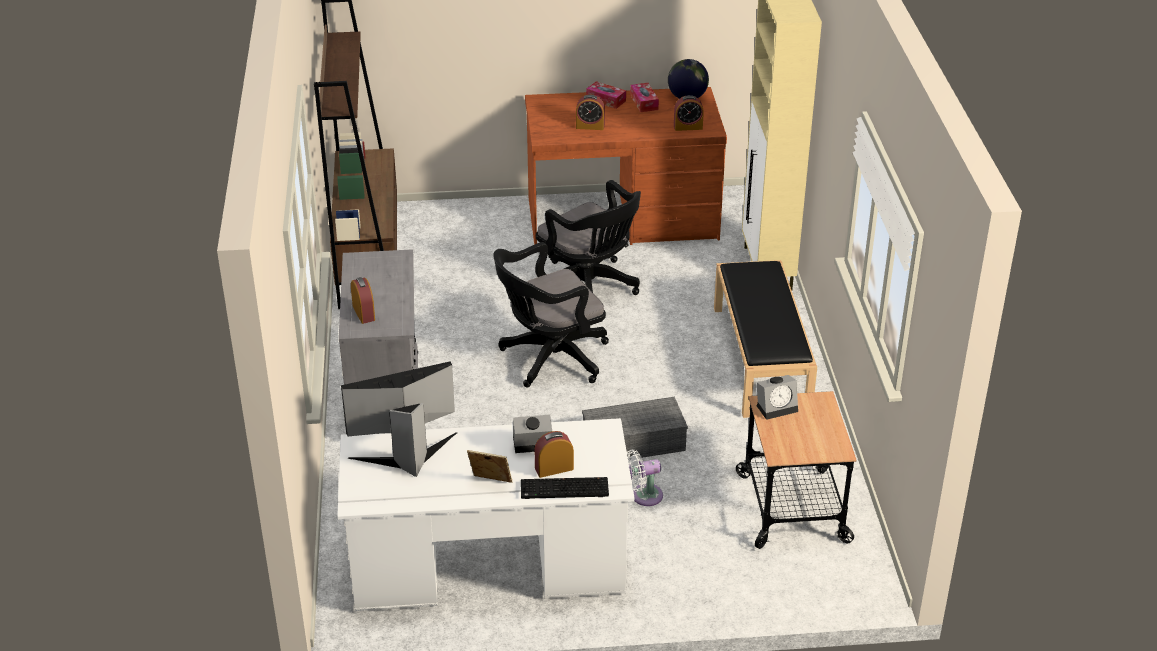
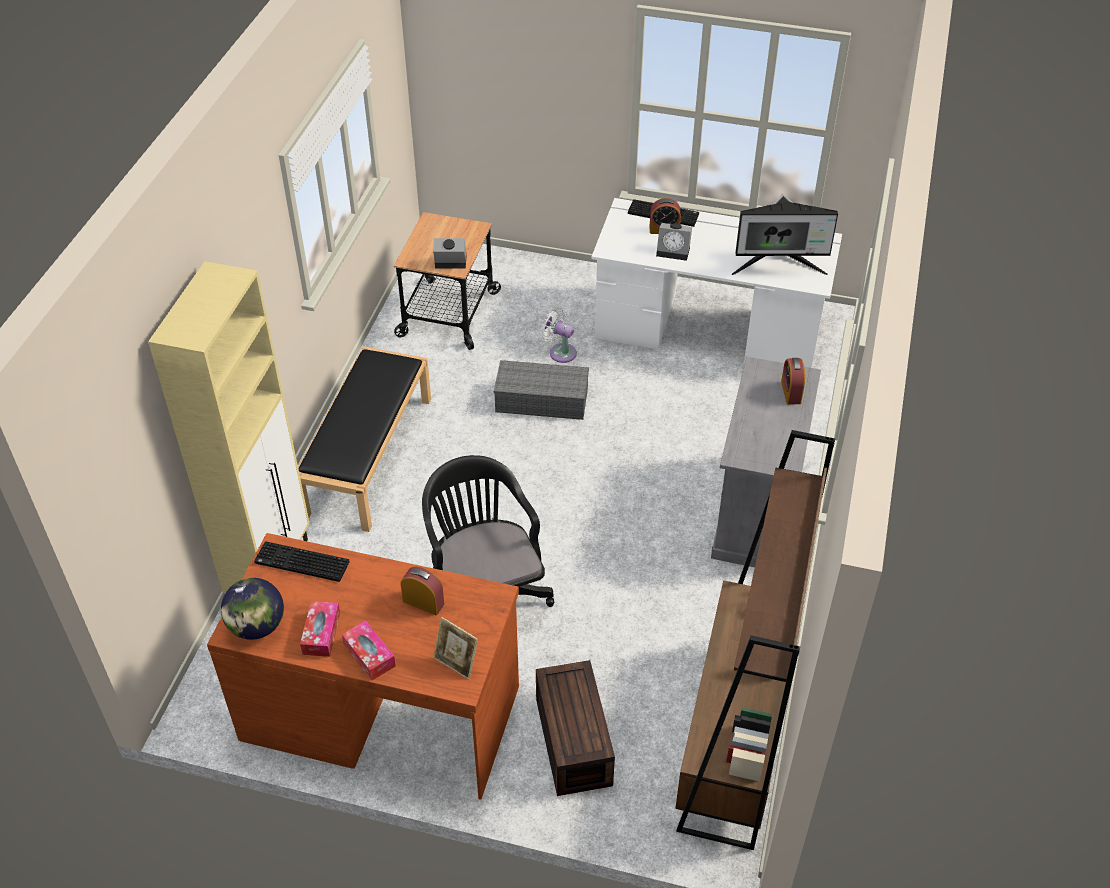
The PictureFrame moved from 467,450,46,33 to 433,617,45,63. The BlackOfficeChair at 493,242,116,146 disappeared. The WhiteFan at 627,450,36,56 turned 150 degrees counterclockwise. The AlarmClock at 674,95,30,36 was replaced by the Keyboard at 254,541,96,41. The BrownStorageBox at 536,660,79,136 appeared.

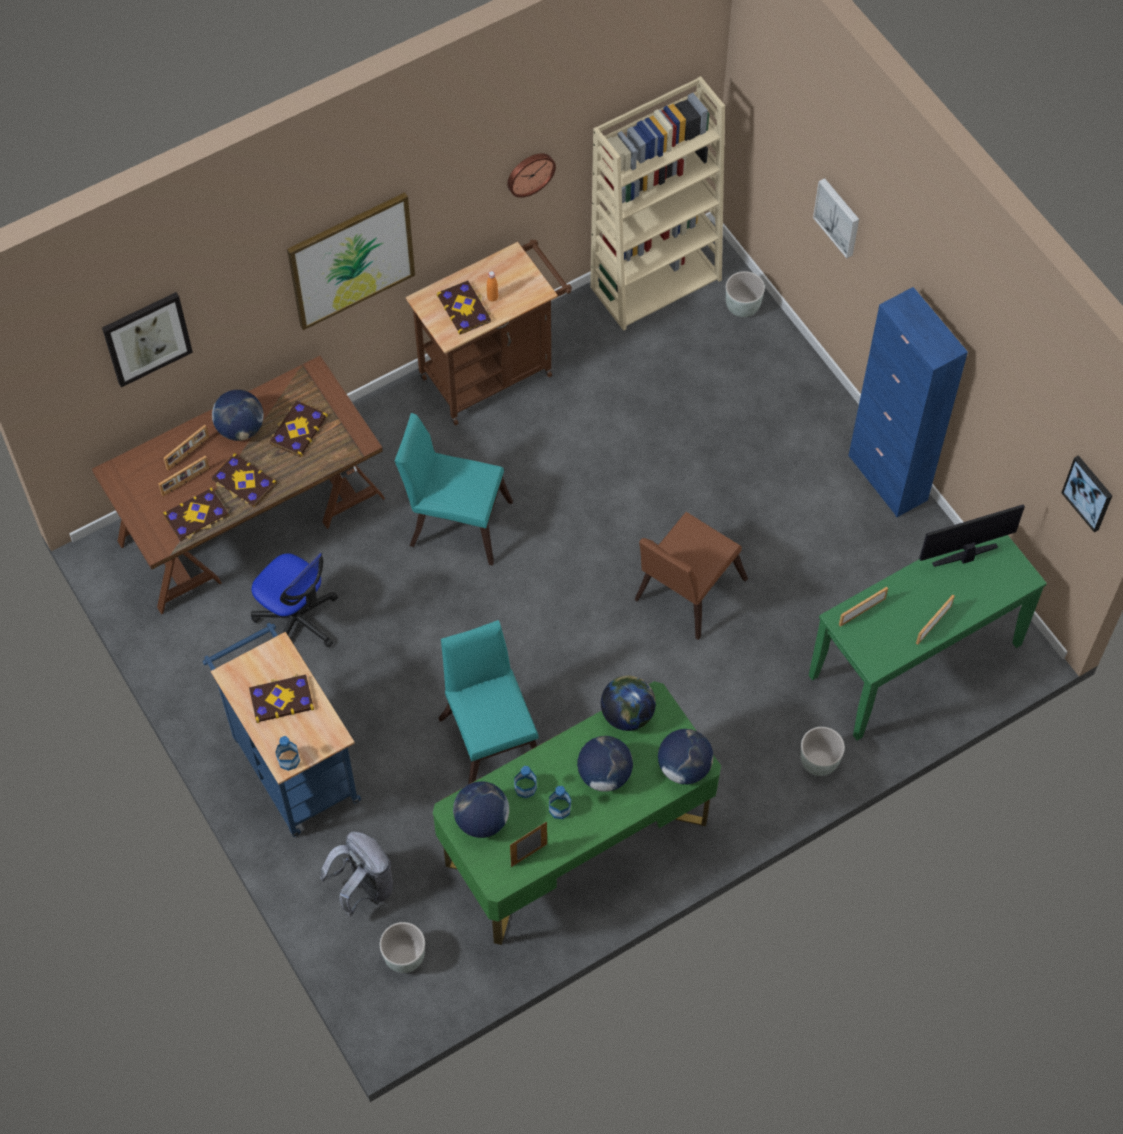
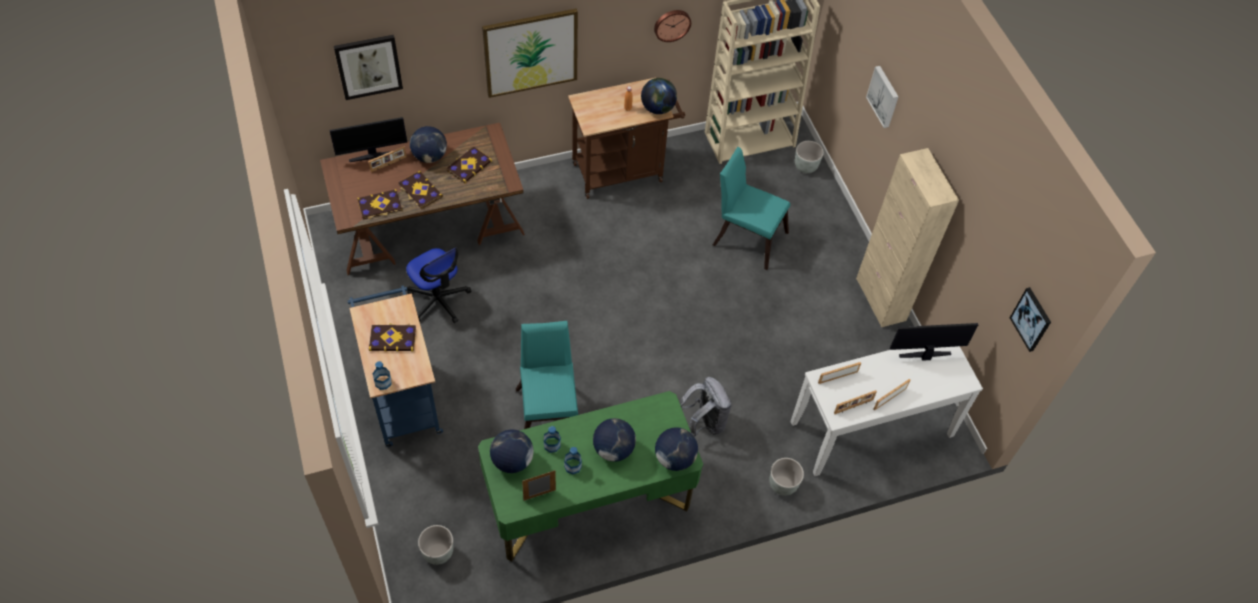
The PictureFrame moved from 158,456,51,40 to 834,390,43,24. The GreyBackpack moved from 320,832,73,85 to 680,377,52,60. The TurquoiseChair moved from 395,413,118,153 to 713,147,78,123. The Book at 437,280,54,55 disappeared. The Globe moved from 601,676,55,55 to 641,78,36,36. The BrownChair at 634,512,114,128 disappeared. The GreenConsoleTable at 809,535,238,206 became the WhiteConsoleTable at 790,346,193,130. The BlueCabinet at 848,287,120,230 became the BeigeCabinet at 856,148,103,179. The Monitor at 329,117,78,45 appeared.

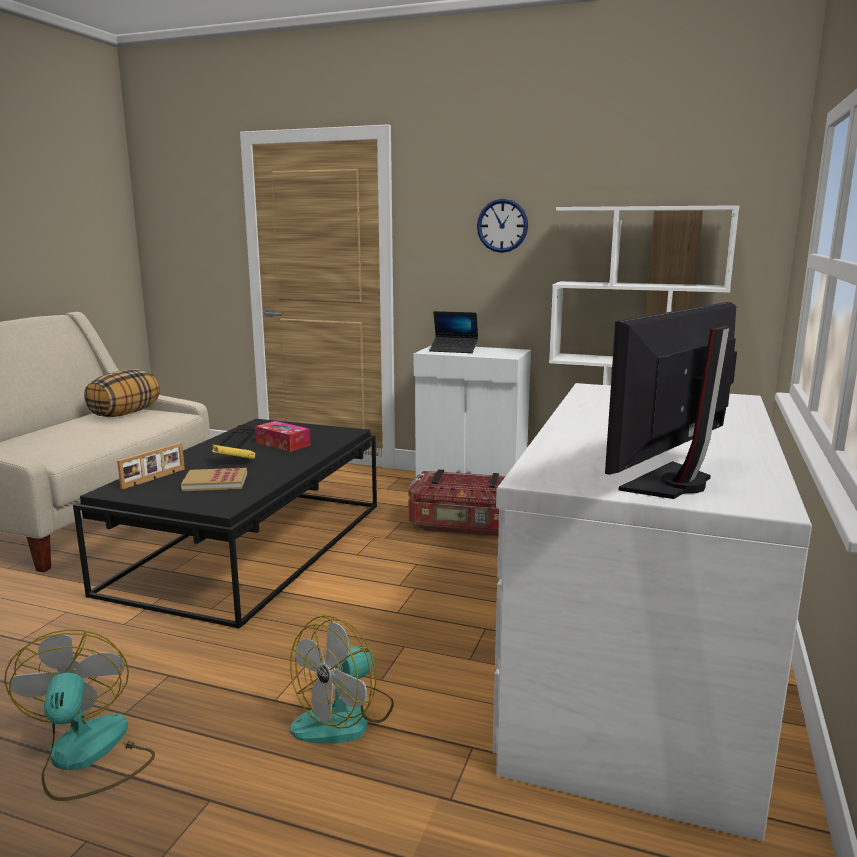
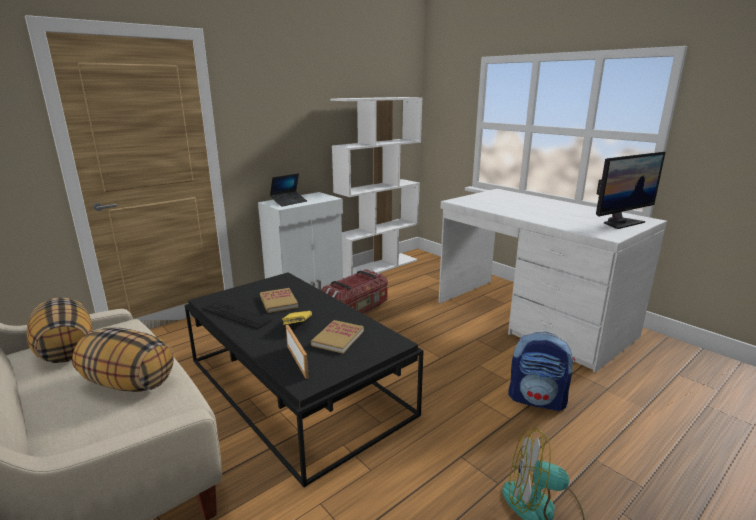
The TissueBox at 255,421,55,31 was replaced by the Book at 260,288,38,25. The Fan at 290,615,104,129 was replaced by the Backpack at 508,332,67,79. The WallClock at 477,199,51,54 disappeared. The Monitor at 605,302,132,197 turned 105 degrees counterclockwise. The Pillow at 72,327,102,65 appeared.

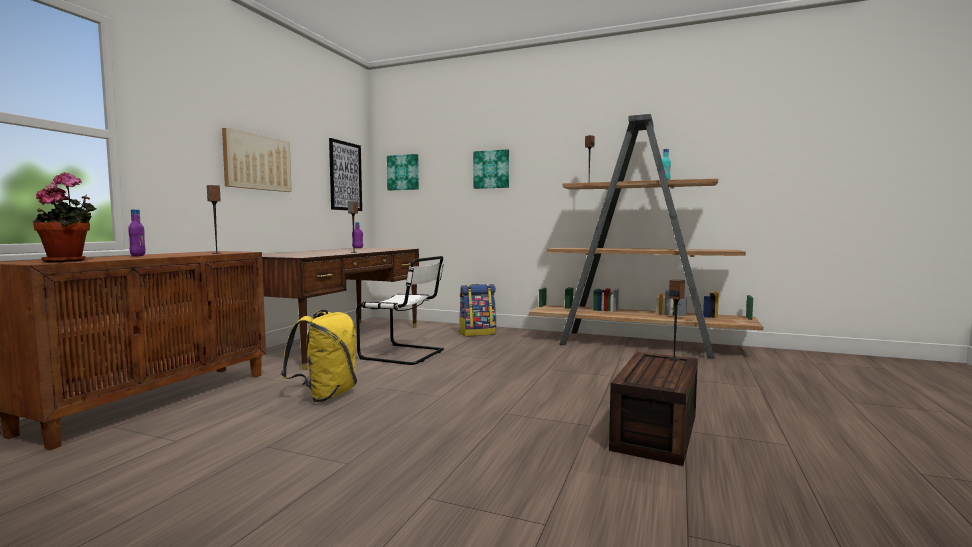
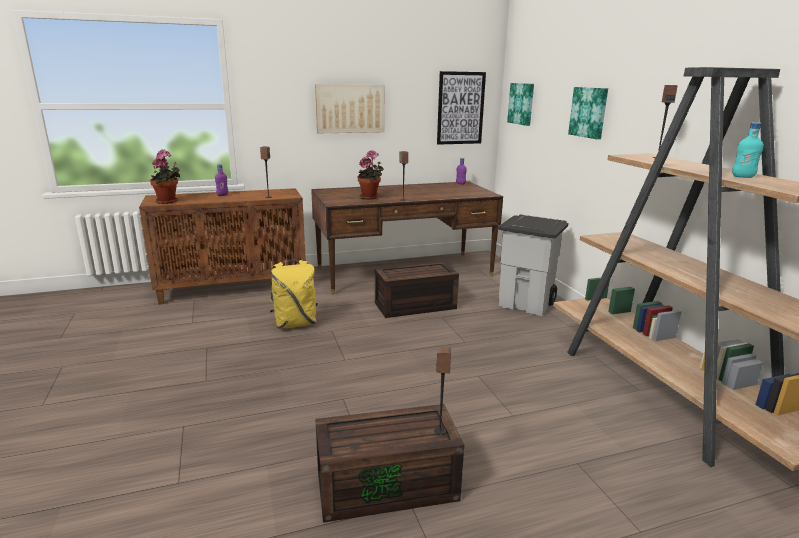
The WhiteChair at 356,256,88,109 was replaced by the BrownStorageBox at 375,262,84,56. The Backpack at 459,284,37,52 was replaced by the GreyTrashCan at 498,214,71,102. The PottedPlant at 358,150,26,50 appeared.

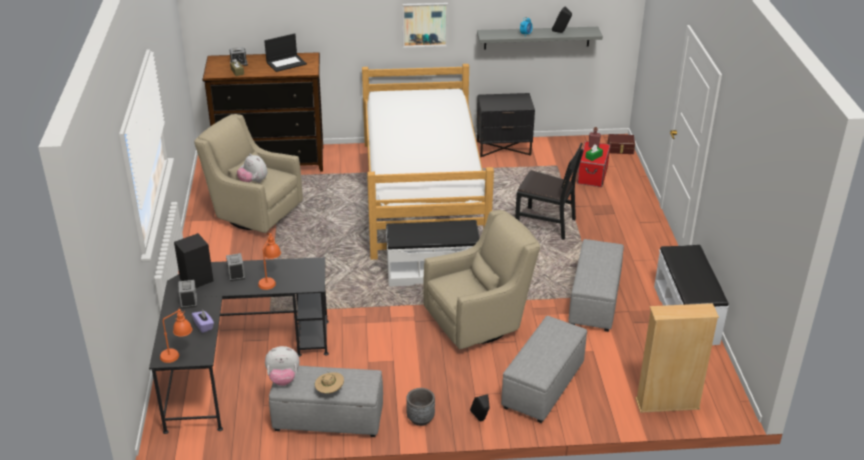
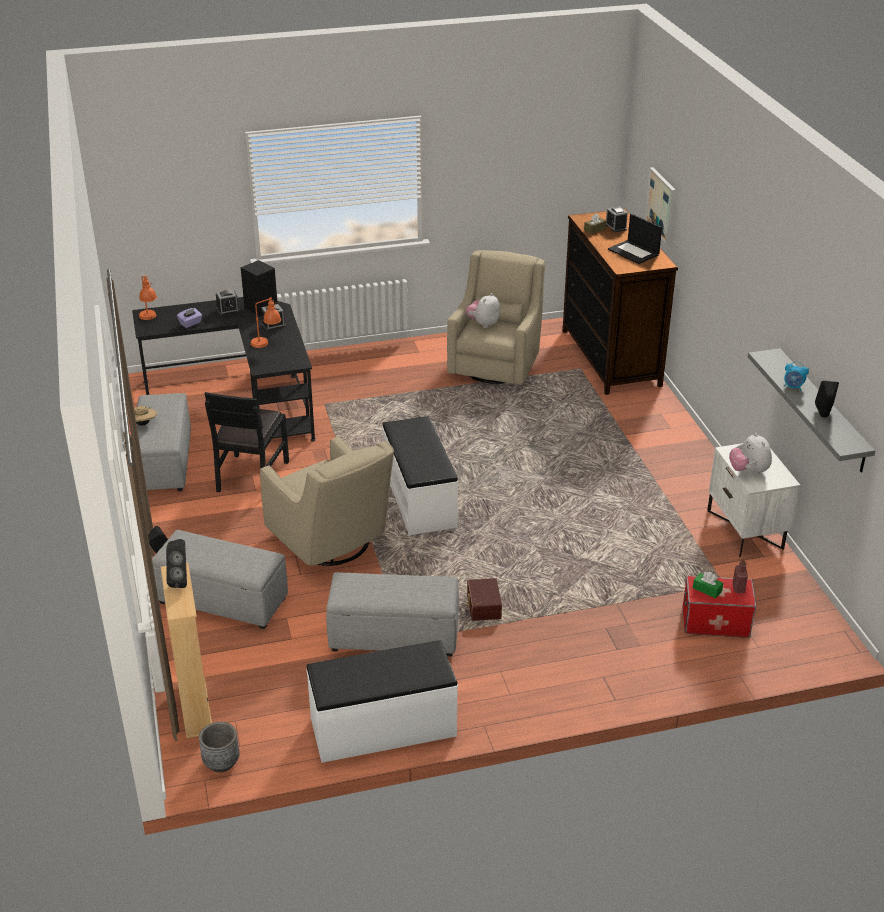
The PlushToy moved from 265,346,35,40 to 729,433,43,42. The Bed at 362,64,132,196 disappeared. The Picture moved from 402,3,46,45 to 645,167,31,77. The GreyPlanter moved from 407,388,28,38 to 199,722,41,50. The BlackNightstand at 477,93,58,64 became the WhiteNightstand at 707,443,93,114. The BlackChair moved from 515,143,68,97 to 205,392,84,100. The BrownStorageBox moved from 607,134,28,20 to 467,578,35,43. The BlackSpeaker at 166,539,21,49 appeared.

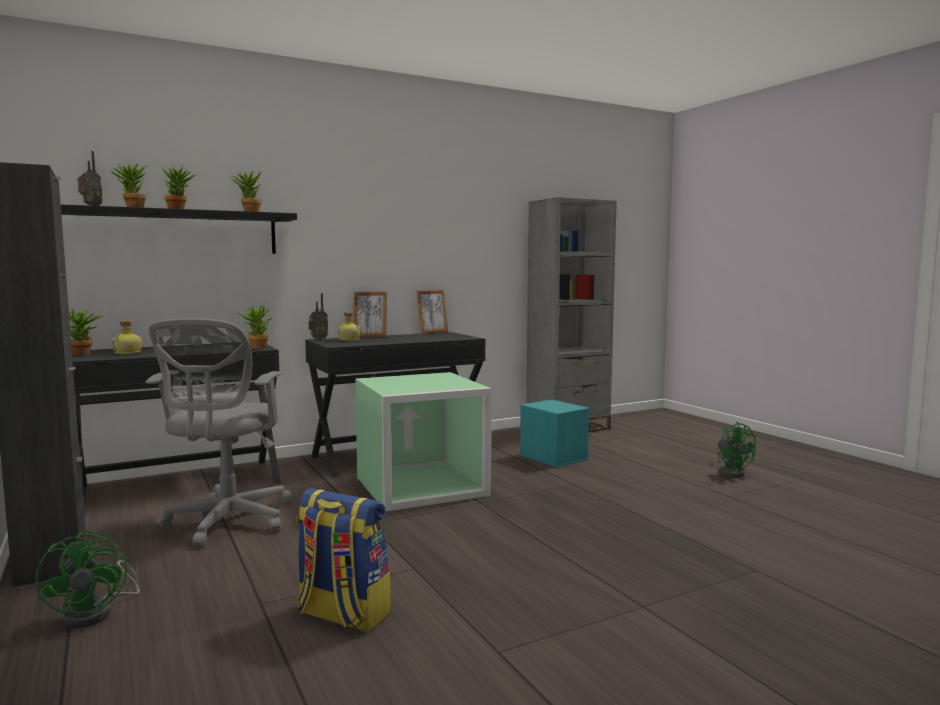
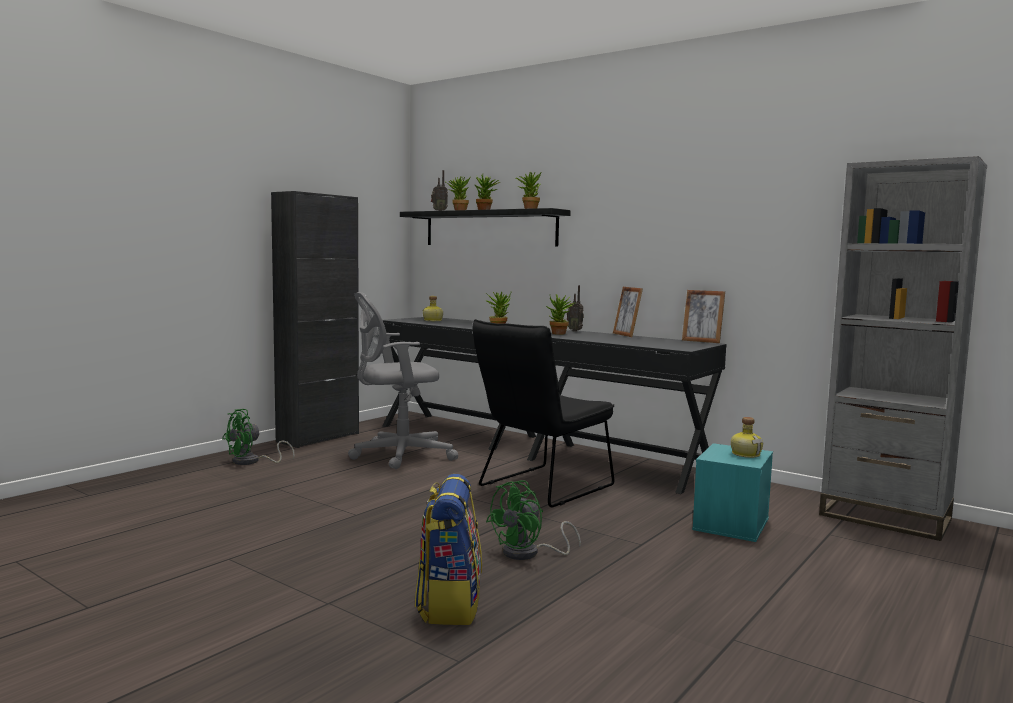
The PottedPlant moved from 69,308,33,47 to 546,295,30,40. The Backpack moved from 296,488,95,145 to 415,474,67,151. The Bottle moved from 337,312,24,28 to 731,417,32,41. The GreenStorageBox at 355,372,137,140 was replaced by the BlackChair at 472,319,143,188. The GreenFan moved from 716,422,40,56 to 486,480,95,80.

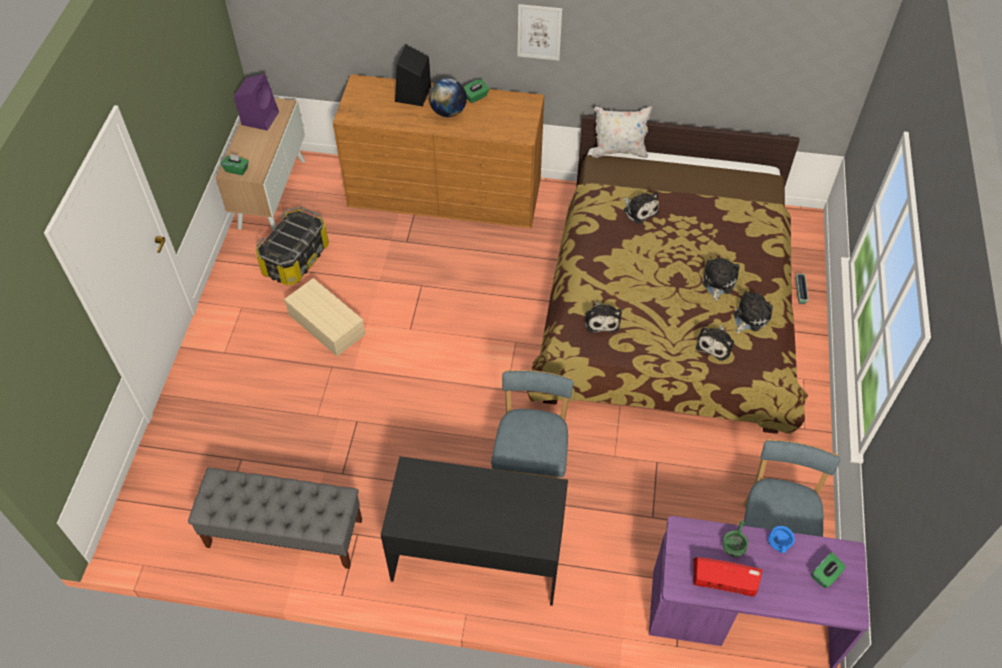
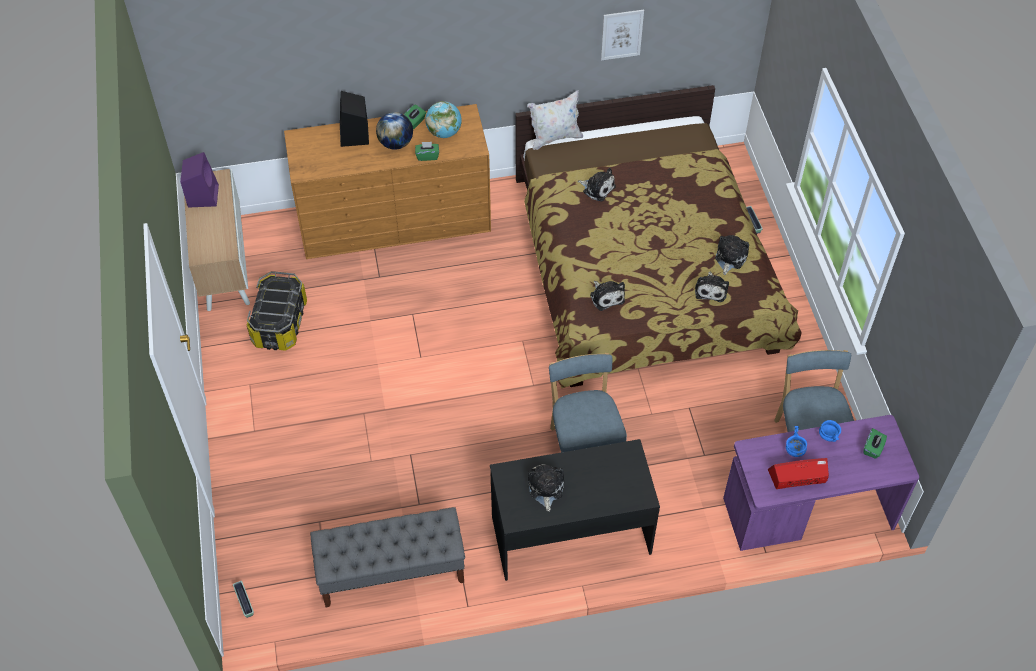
The GreenTissueBox moved from 221,154,28,21 to 415,142,24,19. The BeigeStorageBox at 284,278,81,78 disappeared. The Picture moved from 517,4,45,57 to 601,10,43,51. The PlushToy moved from 702,258,38,43 to 528,465,36,47. The GreenBowl at 723,521,25,36 became the BlueBowl at 786,426,21,31. The Planter at 233,581,21,37 appeared. The Globe at 425,101,37,37 appeared.

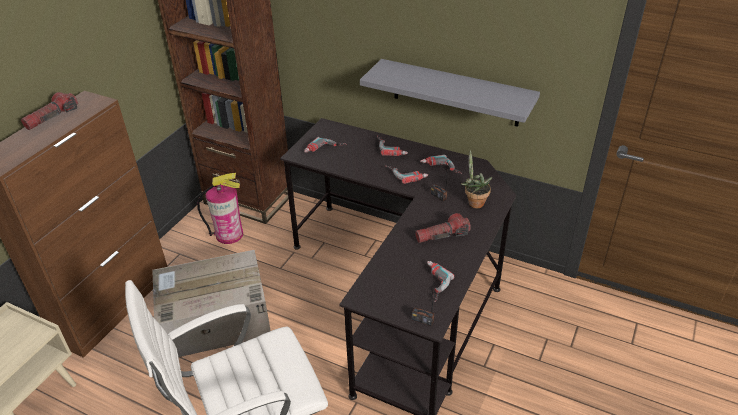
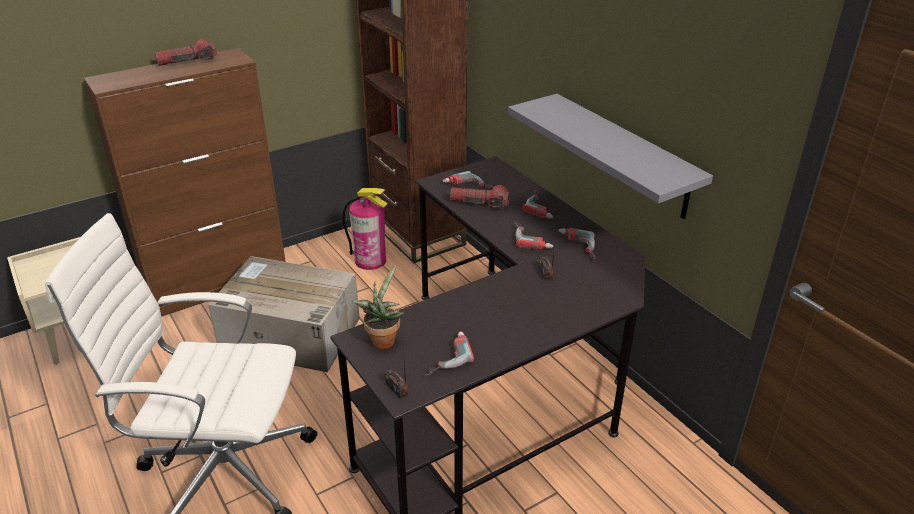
The Flashlight moved from 415,213,56,30 to 450,185,60,24. The PottedPlant moved from 461,150,31,58 to 351,265,53,84.

